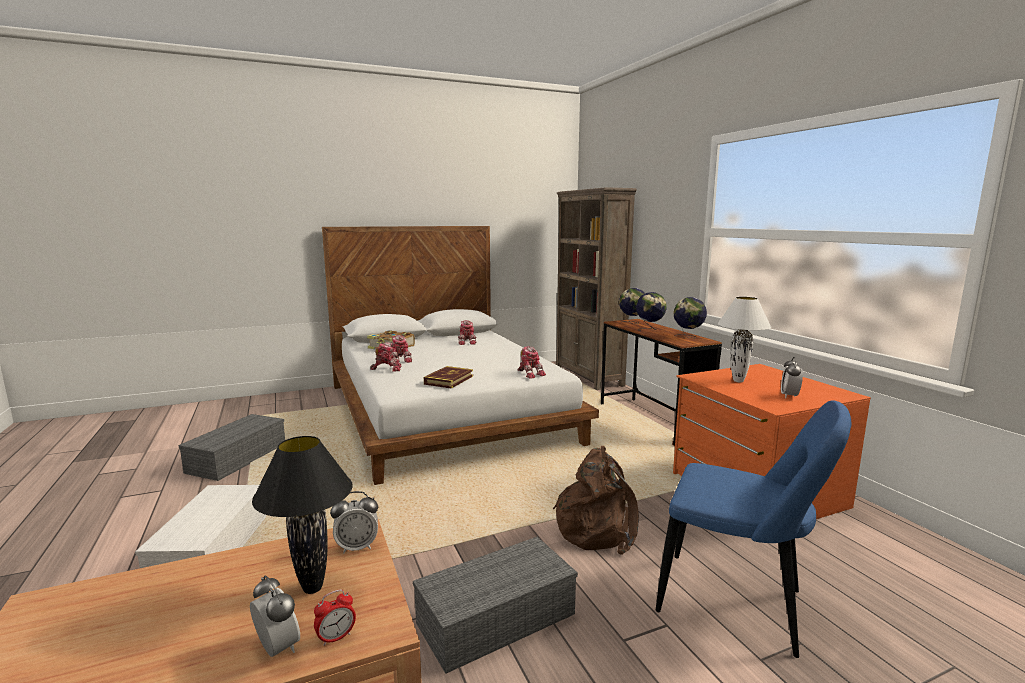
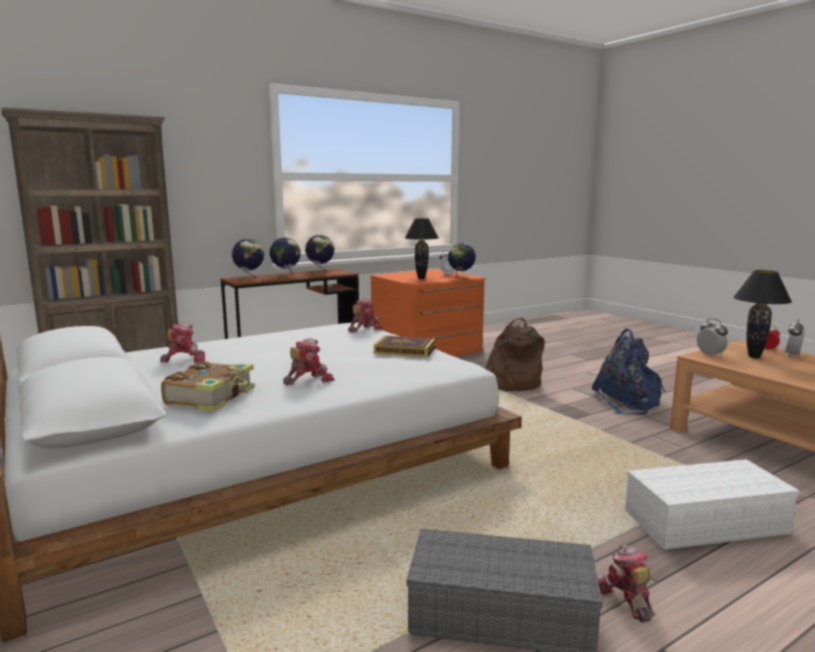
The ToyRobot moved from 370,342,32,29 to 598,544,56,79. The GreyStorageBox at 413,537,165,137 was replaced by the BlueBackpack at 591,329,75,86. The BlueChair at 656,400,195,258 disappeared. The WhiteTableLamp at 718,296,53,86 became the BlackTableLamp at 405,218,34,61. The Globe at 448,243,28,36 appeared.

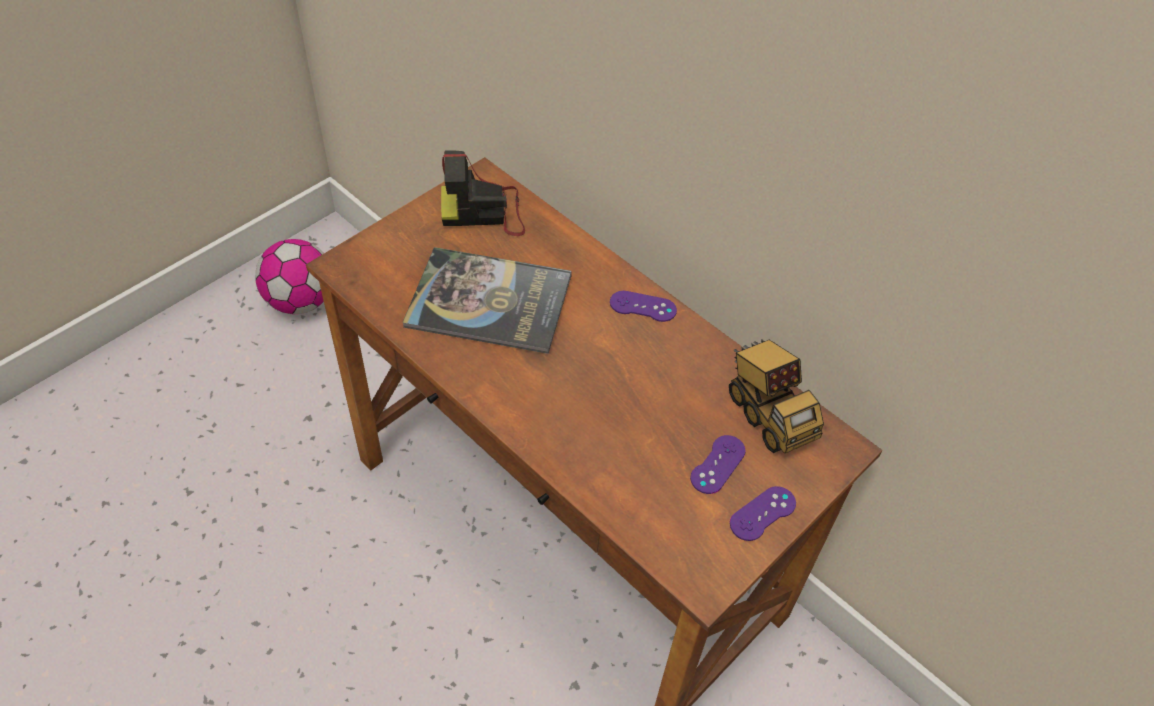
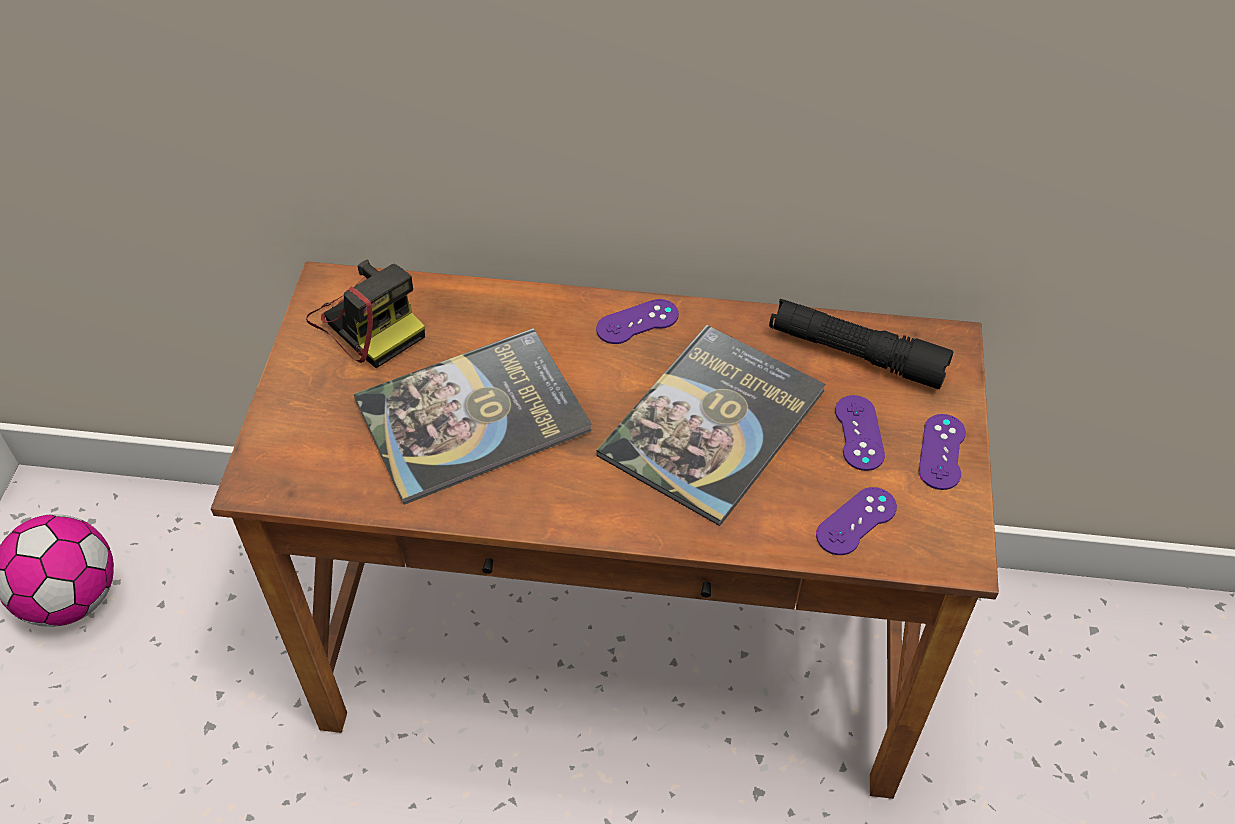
The PhotoCamera at 441,151,84,85 turned 90 degrees counterclockwise. The ToyTruck at 729,339,95,114 was replaced by the BlackFlashlight at 769,299,184,90. The Book at 597,325,229,201 appeared. The PurpleGameController at 816,487,81,68 appeared.

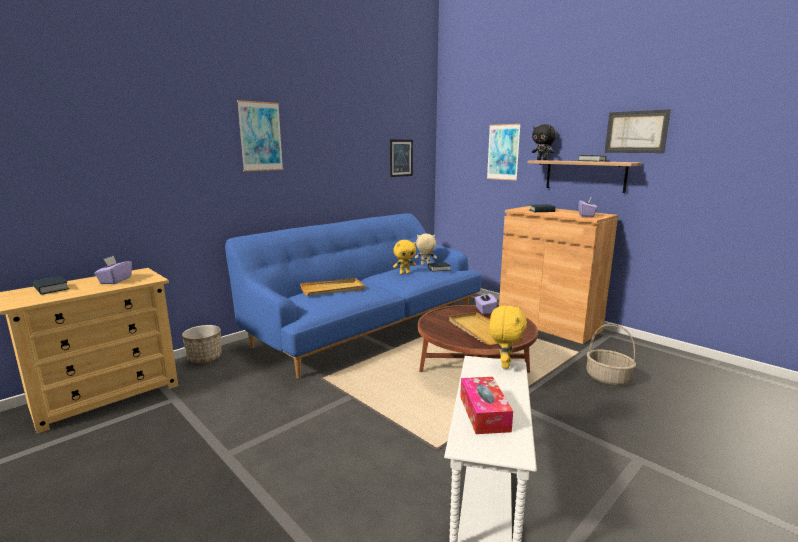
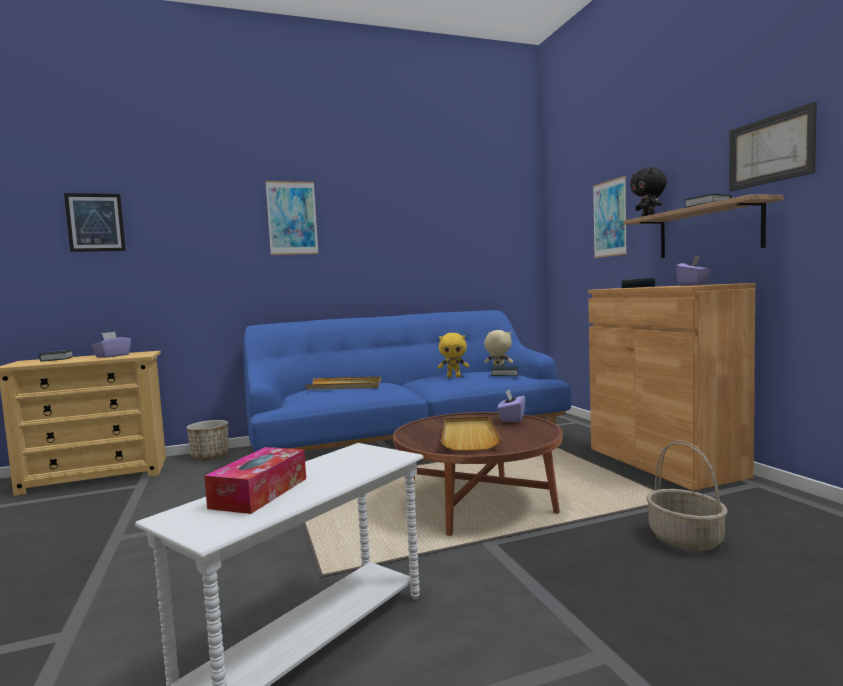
The Picture moved from 390,139,23,38 to 64,193,62,59. The YellowPlushToy at 489,305,38,64 disappeared.

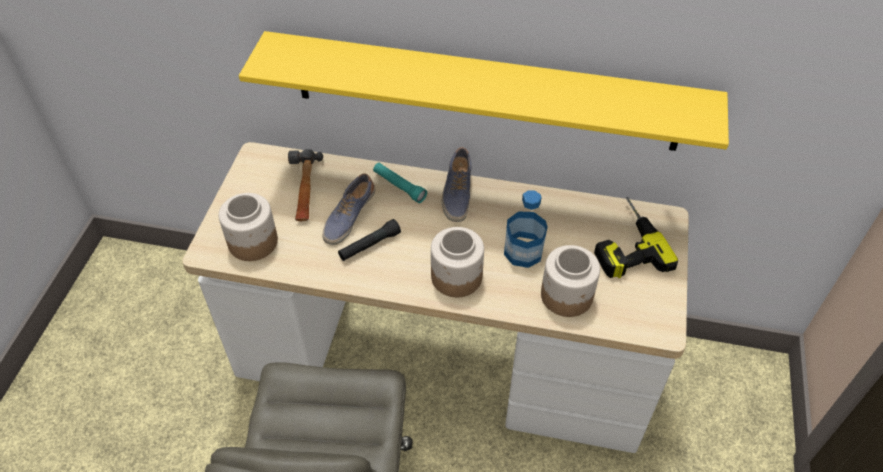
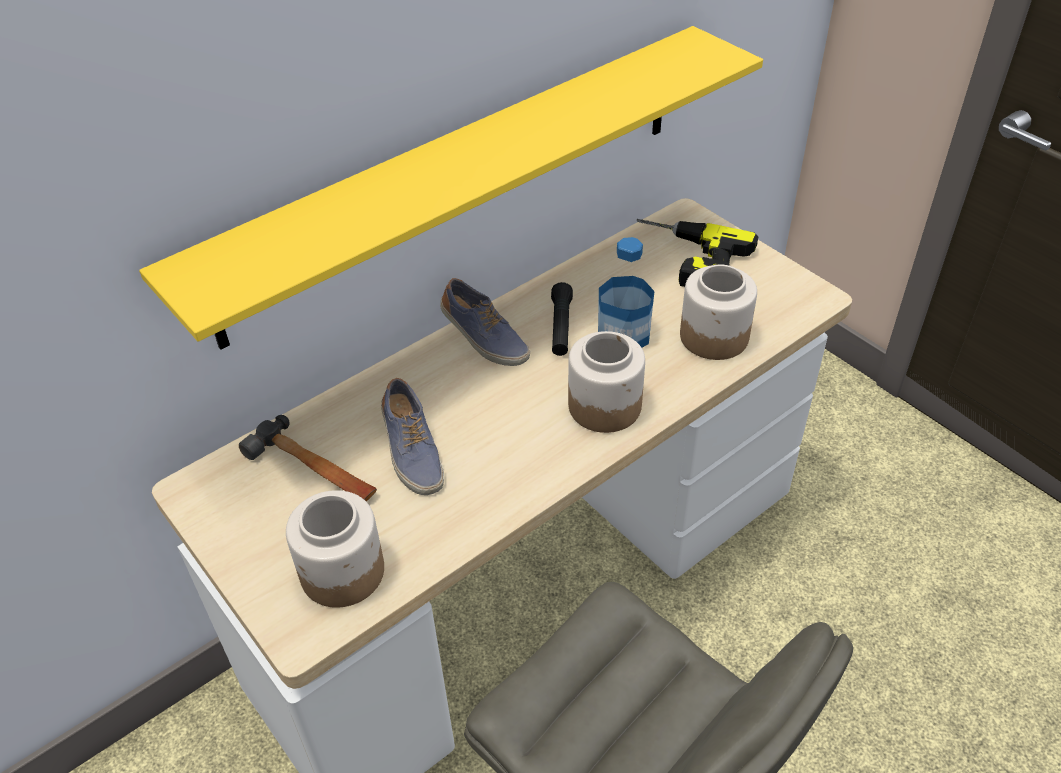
The BlackFlashlight moved from 338,219,63,42 to 551,282,22,74. The TurquoiseFlashlight at 373,163,54,40 disappeared.

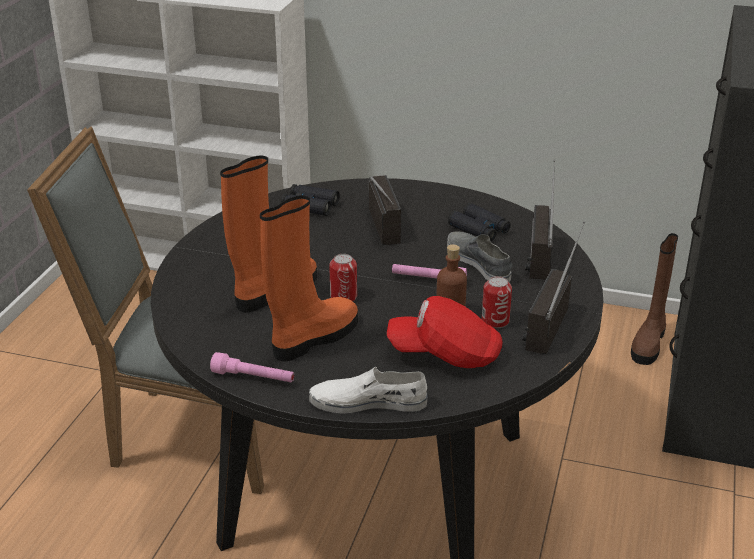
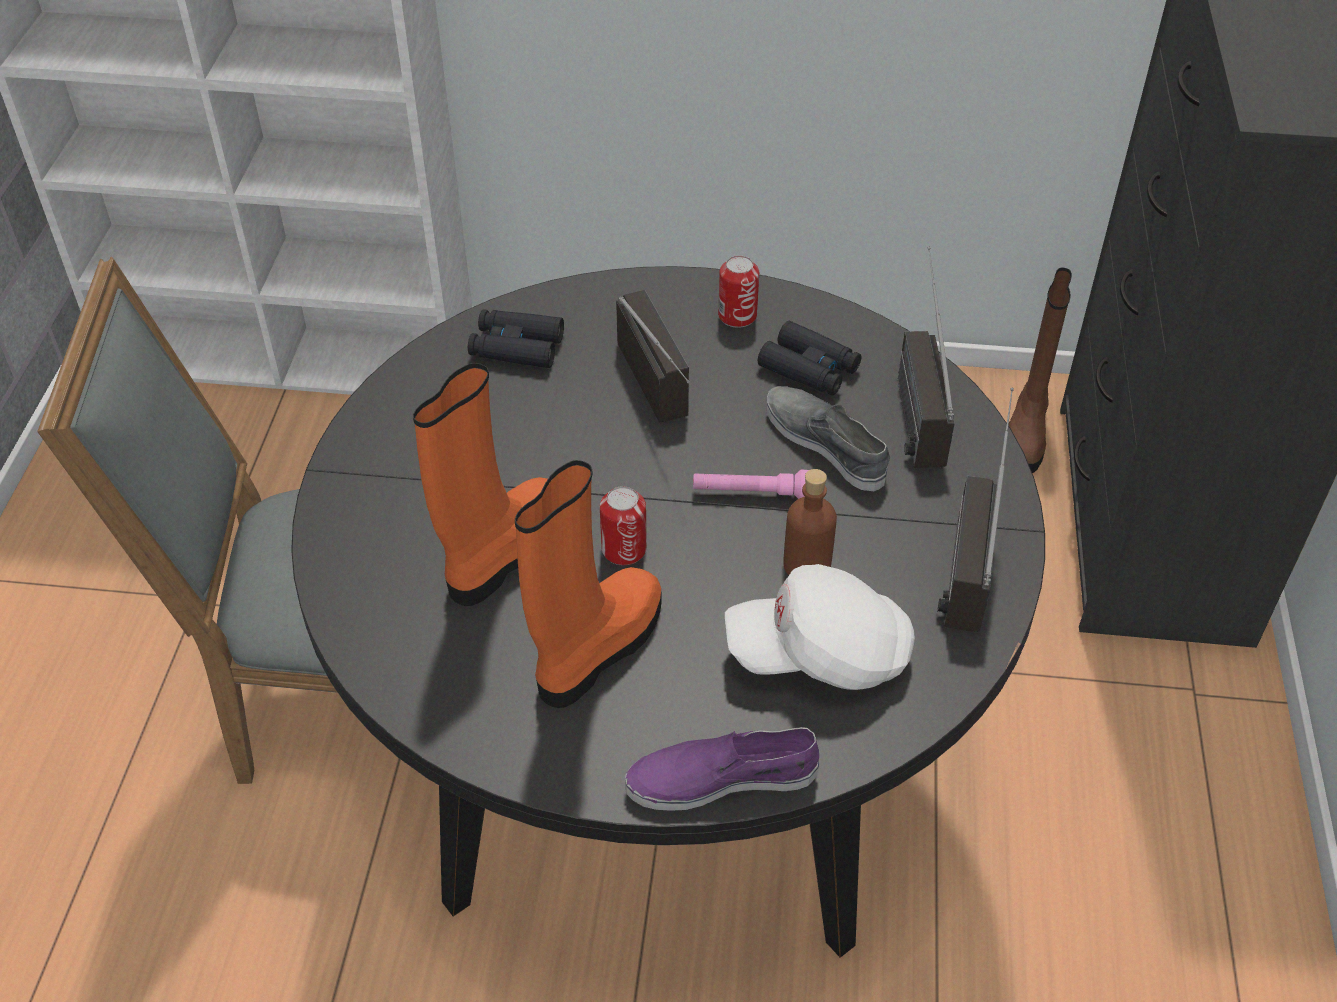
The PinkFlashlight at 210,352,84,30 disappeared. The WhiteShoe at 309,367,119,47 became the PurpleShoe at 625,727,194,84. The RedCap at 387,296,116,72 became the WhiteCap at 725,564,190,126. The Can moved from 482,276,30,52 to 718,256,41,72.

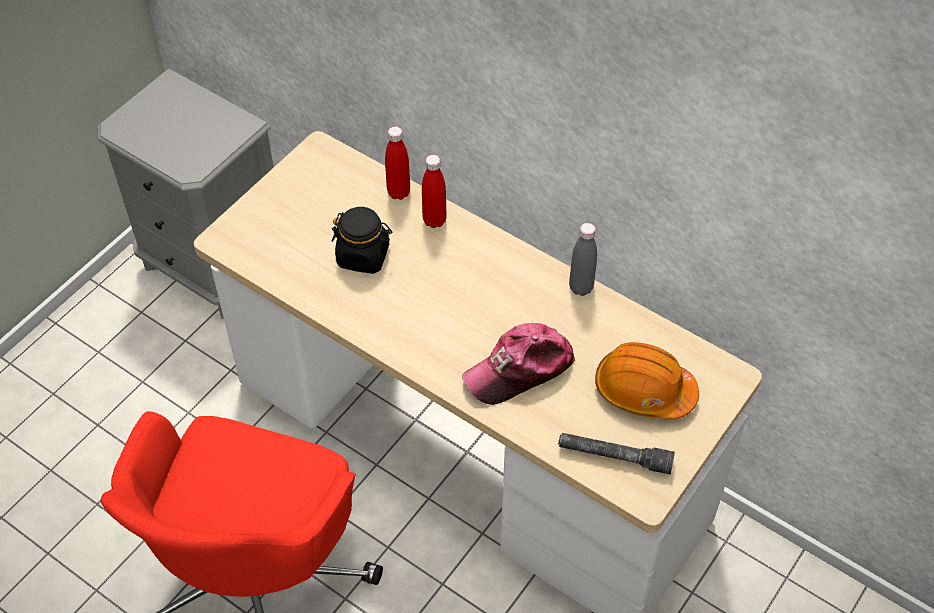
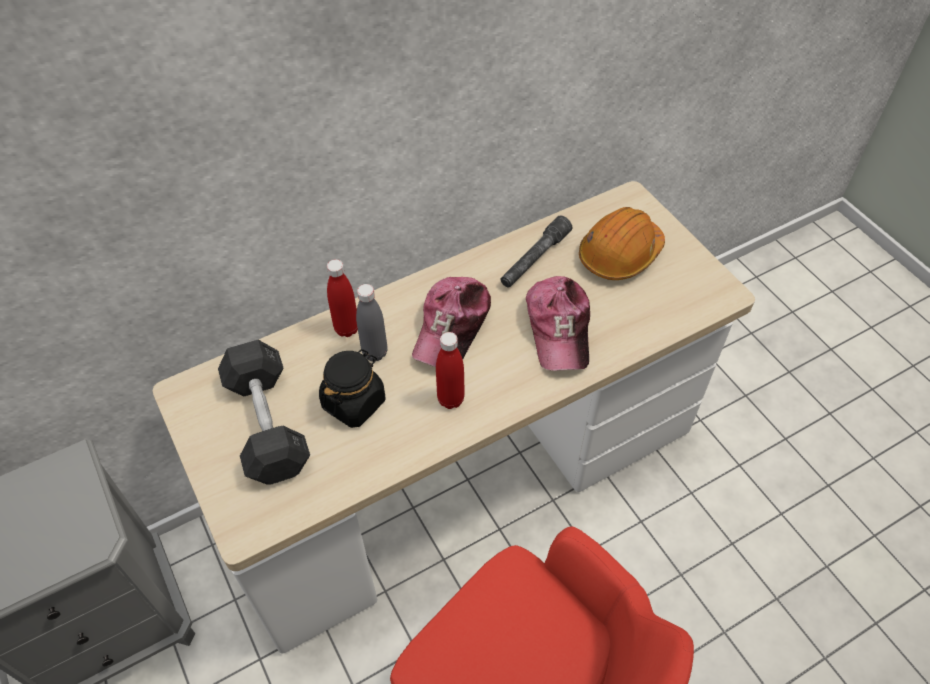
The RedBottle moved from 385,126,25,74 to 436,332,29,77. The GreyFlashlight moved from 558,433,117,42 to 501,215,71,73. The GreyBottle moved from 569,223,28,73 to 356,284,32,77. The GreyDumbbell at 218,340,92,145 appeared. The Cap at 412,277,79,90 appeared.

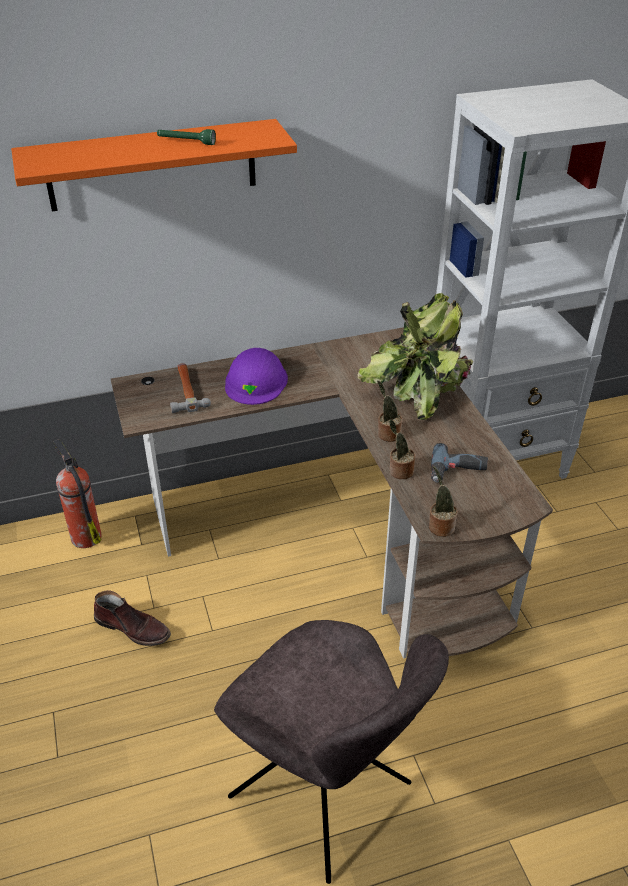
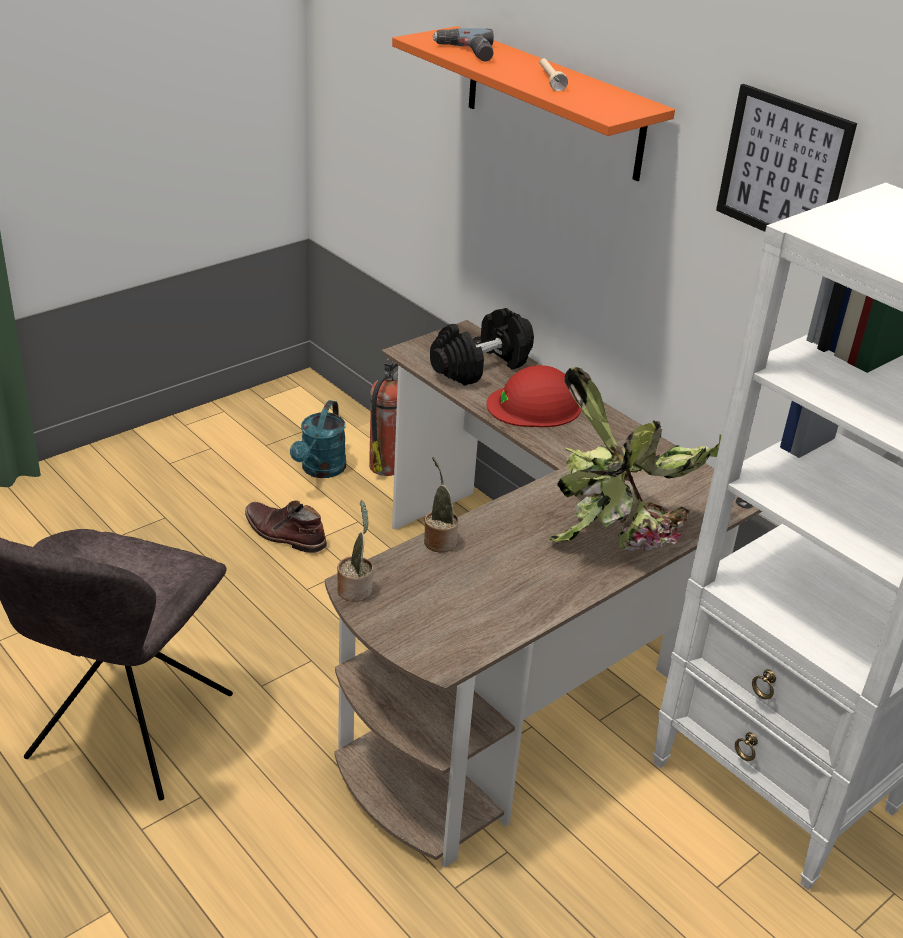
The BrownBoot at 94,590,77,56 turned 120 degrees clockwise. The GreenFlashlight at 157,129,59,16 became the BeigeFlashlight at 539,58,29,33. The Hammer at 170,363,41,50 was replaced by the BlackDumbbell at 430,308,104,78. The PurpleHardHat at 225,348,63,57 became the RedHardHat at 486,365,95,62. The PottedPlant at 377,380,25,62 disappeared. The PowerDrill moved from 431,443,57,39 to 432,28,62,34. The TurquoiseWateringCan at 290,400,56,78 appeared. The Picture at 716,84,141,148 appeared.

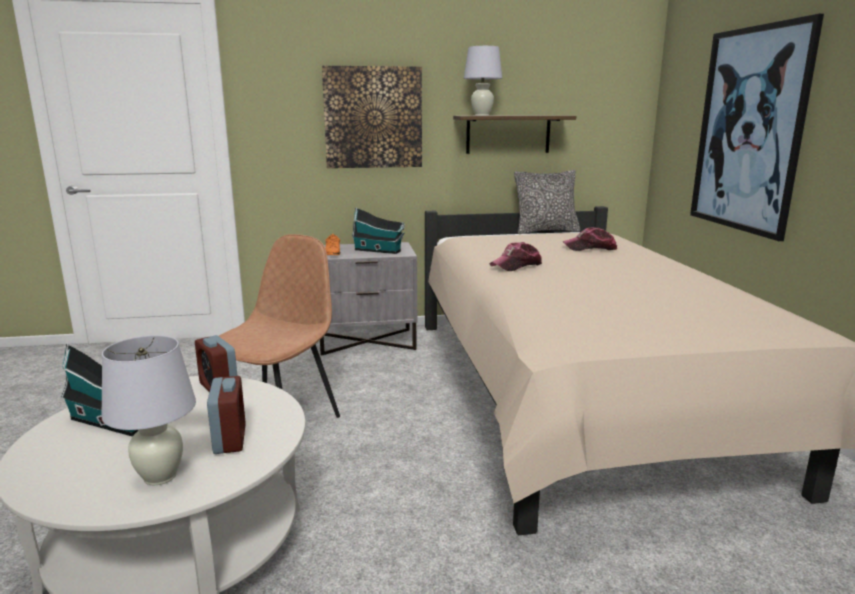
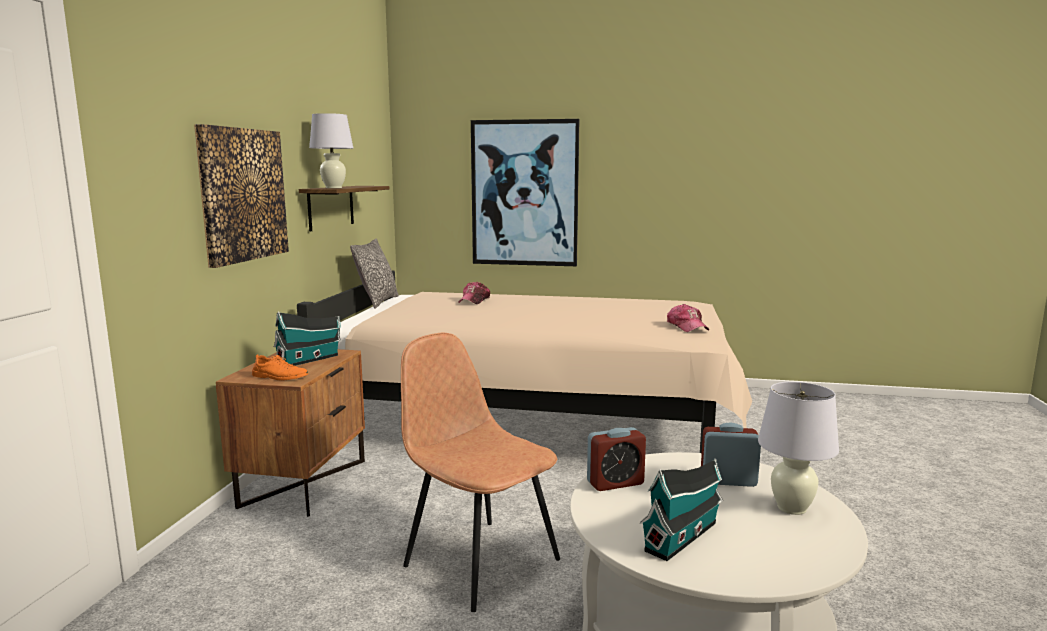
The GreyNightstand at 320,242,97,114 became the BrownNightstand at 216,349,149,168. The Cap moved from 490,242,52,29 to 667,304,42,28.

